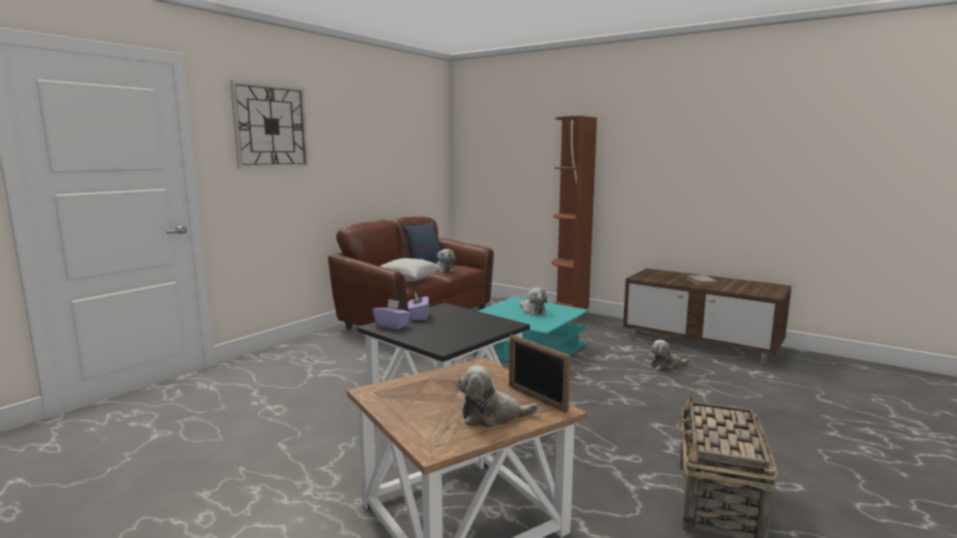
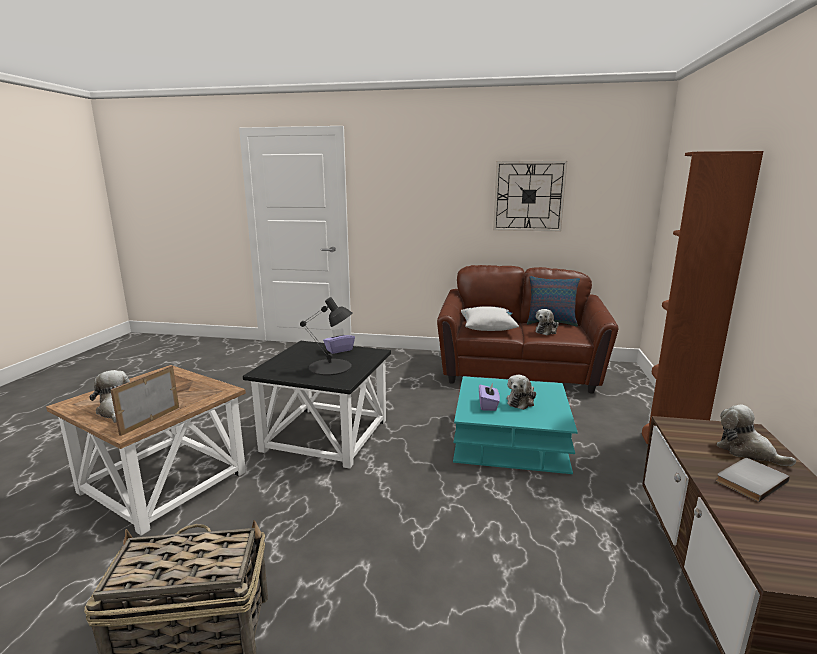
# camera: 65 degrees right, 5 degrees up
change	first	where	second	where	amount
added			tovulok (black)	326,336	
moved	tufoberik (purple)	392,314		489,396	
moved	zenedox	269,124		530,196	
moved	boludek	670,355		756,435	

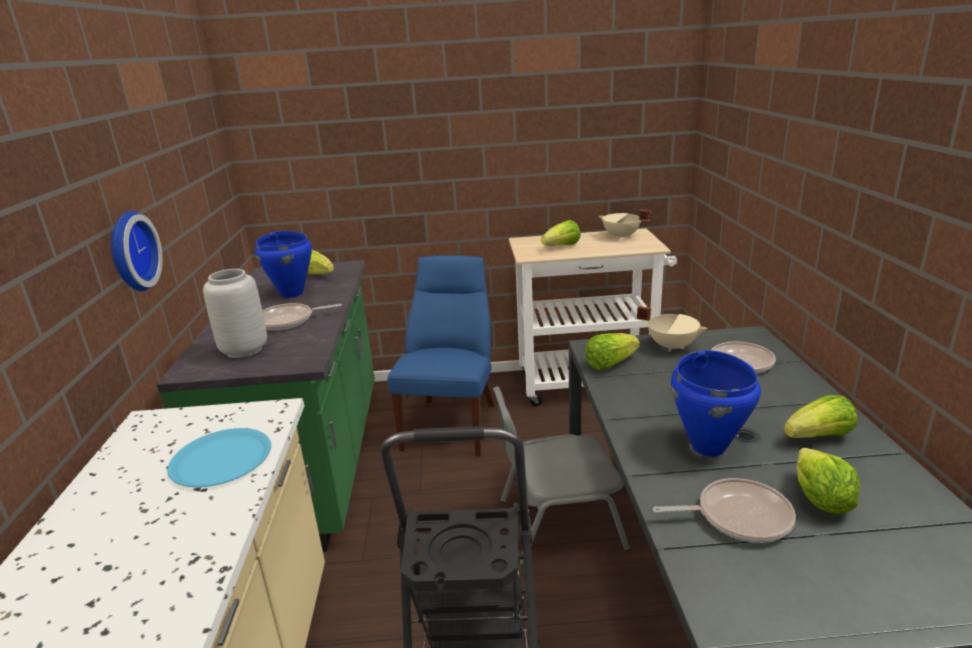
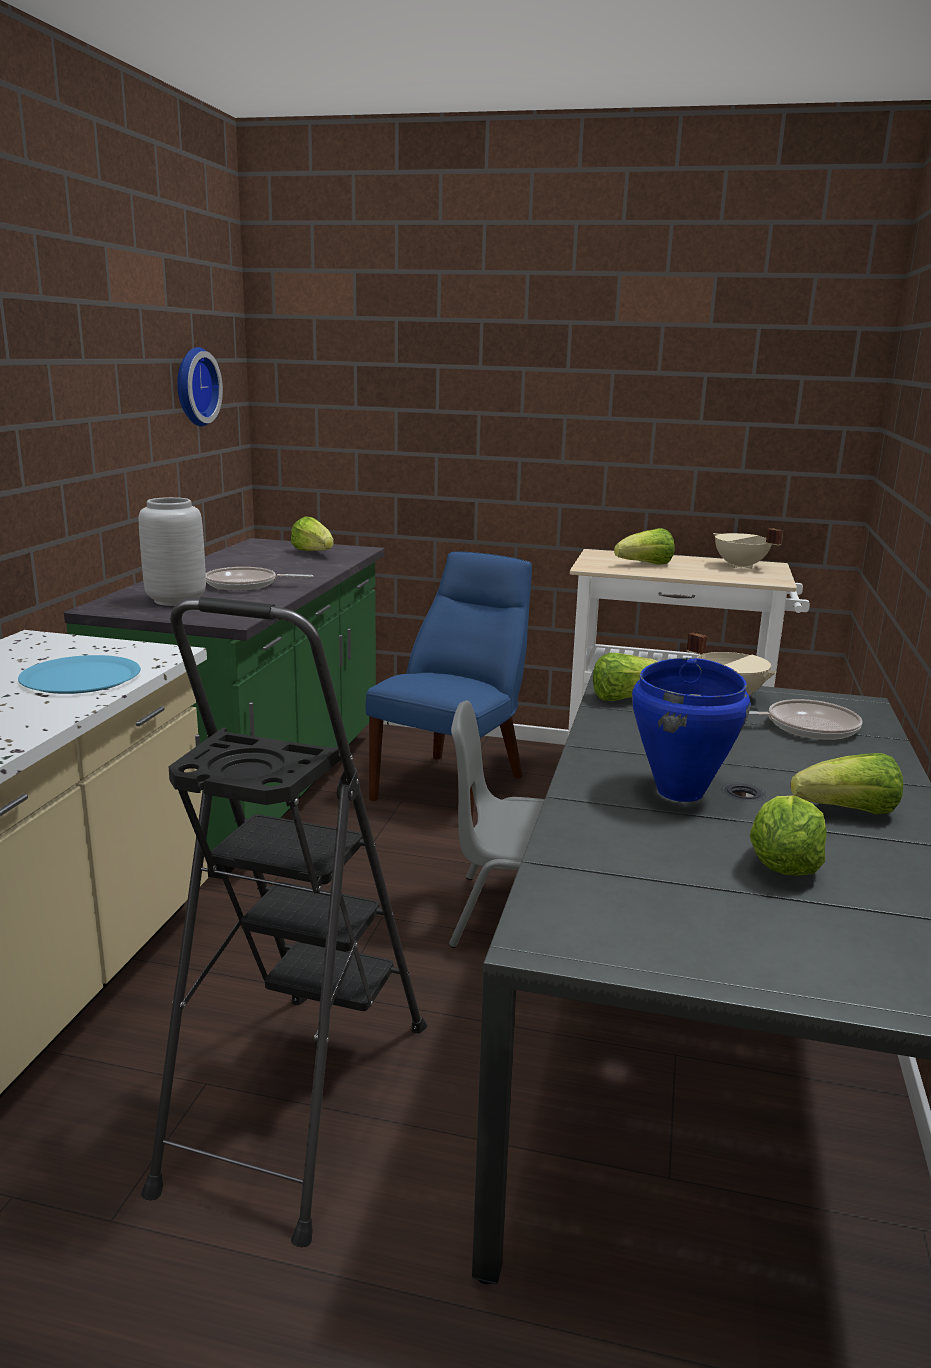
# camera: 15 degrees right, 5 degrees down
change	first	where	second	where	amount
moved	zenedox	137,251		200,387	
removed	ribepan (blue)	283,264			
removed	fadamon	724,510			

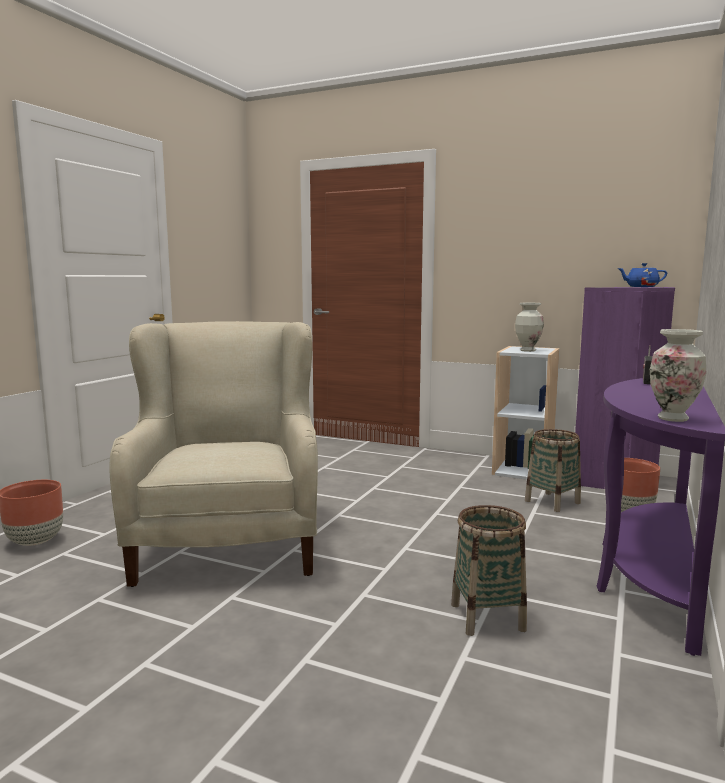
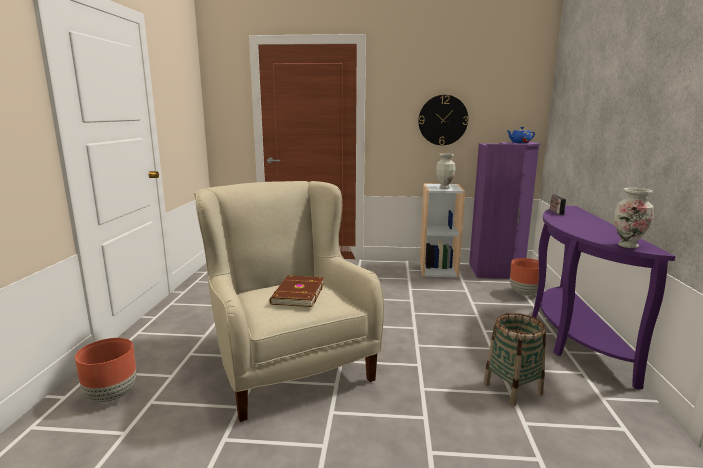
# camera: 20 degrees left, 5 degrees up
change	first	where	second	where	amount
added			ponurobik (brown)	297,291	
added			zenedox	443,120	
removed	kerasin	553,470			

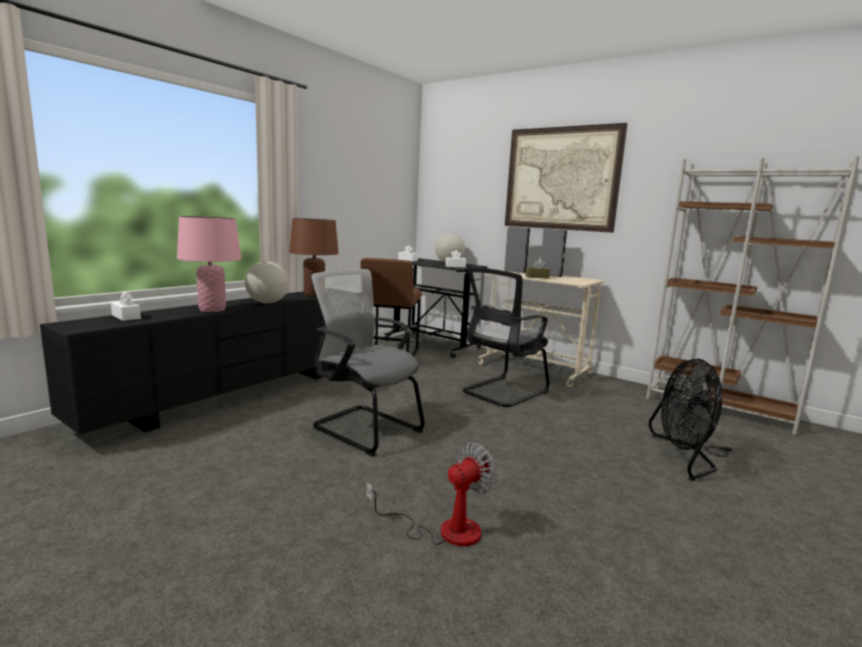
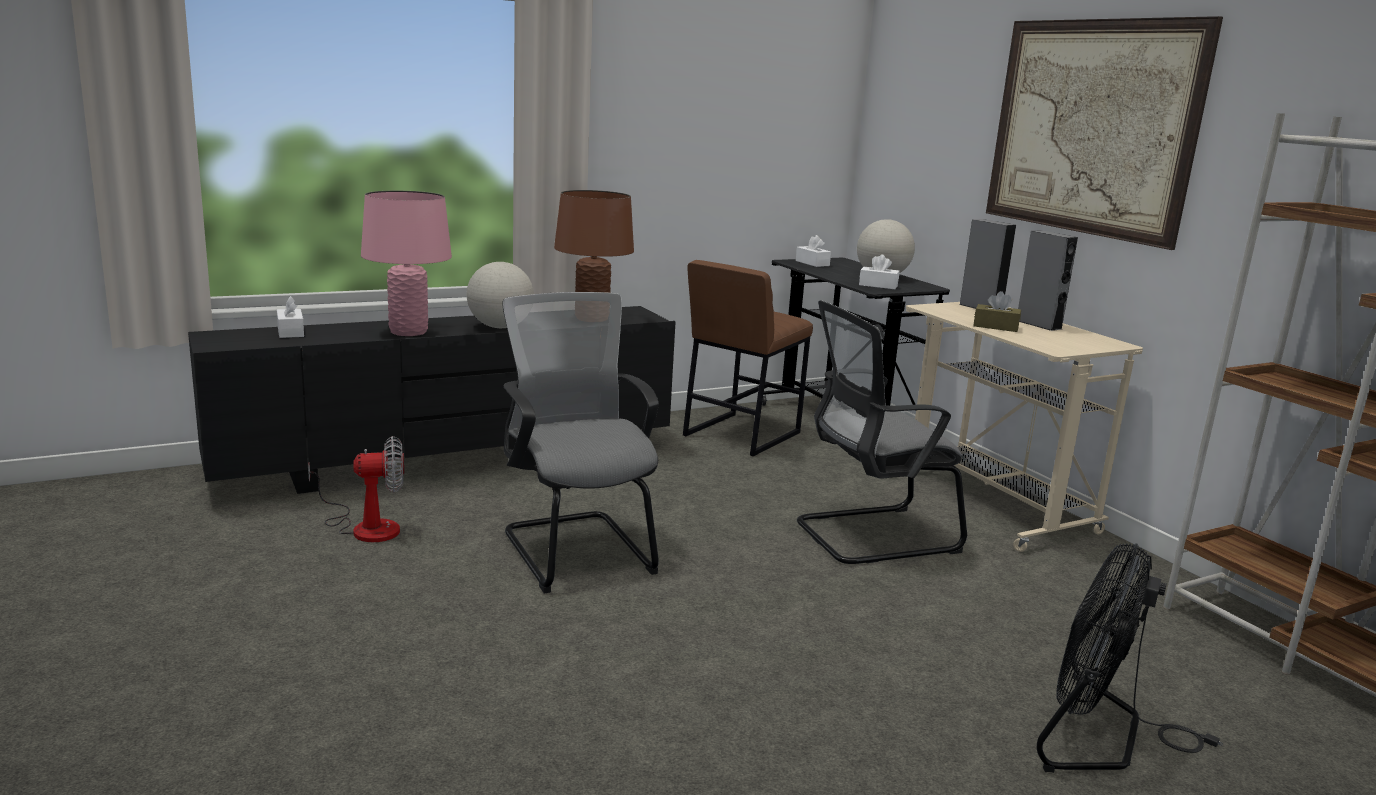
# camera: 25 degrees right, 5 degrees up
change	first	where	second	where	amount
moved	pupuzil	432,494		356,489	

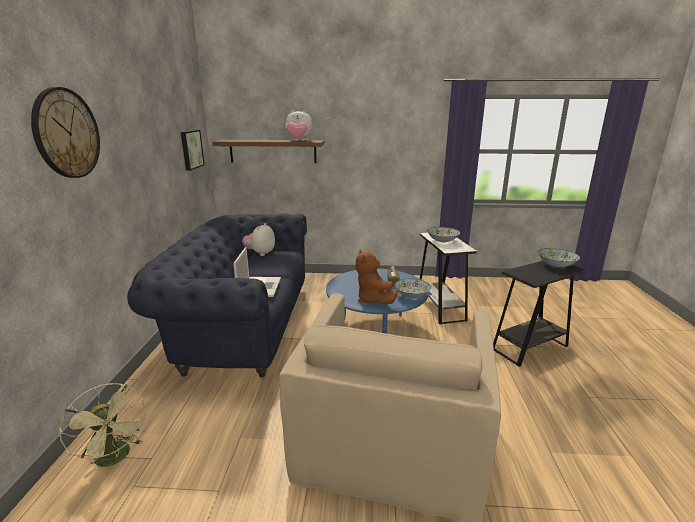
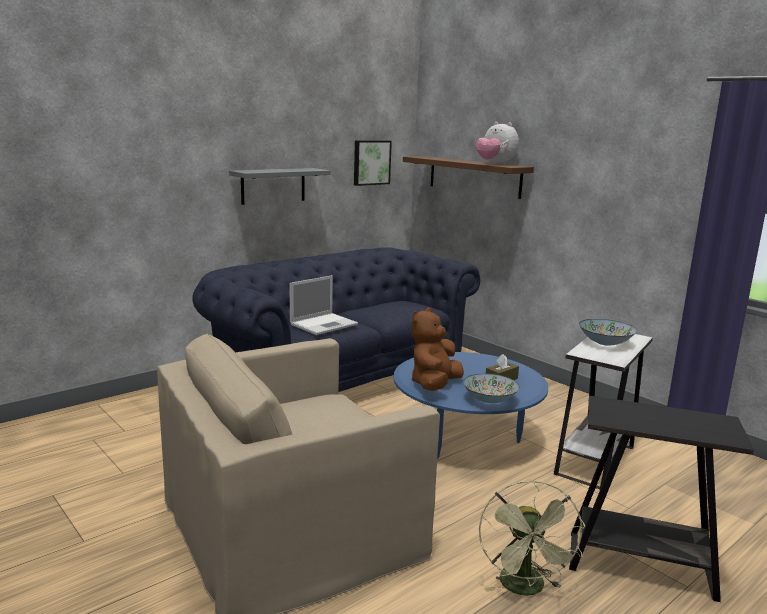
# camera: 45 degrees right, 5 degrees down
change	first	where	second	where	amount
added			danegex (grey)	280,186	
moved	pupuzil (green)	103,430		532,538	
removed	zenedox	65,132			
removed	boludek	258,239			
removed	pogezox	559,257			

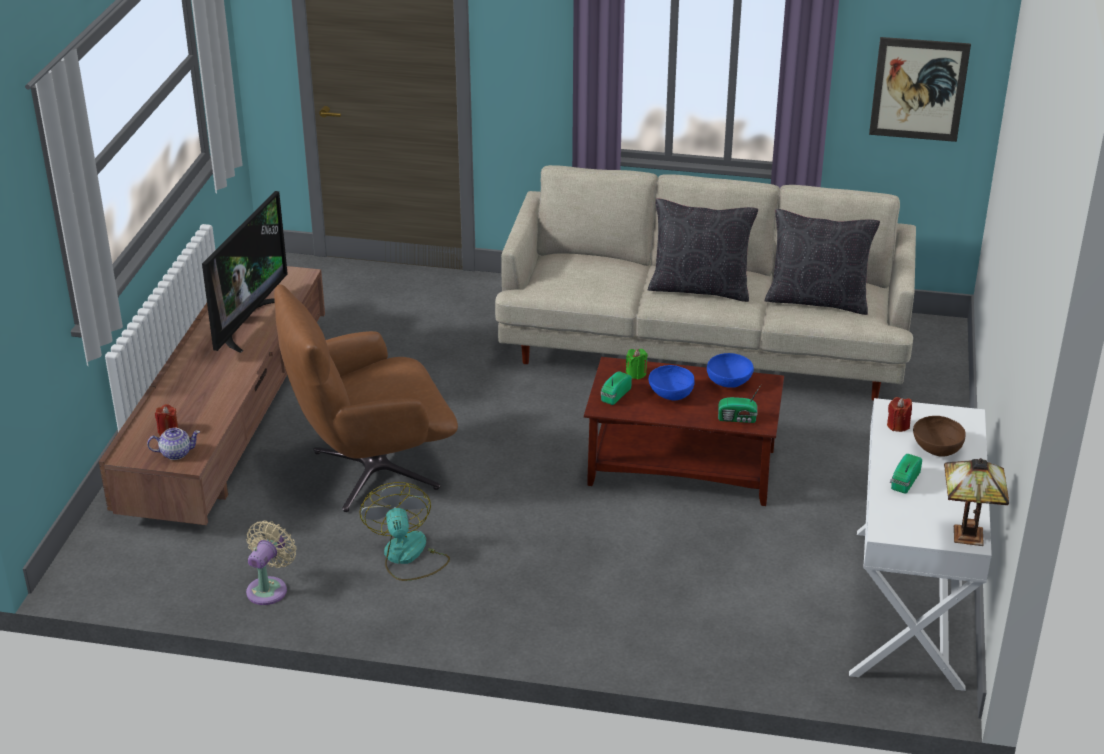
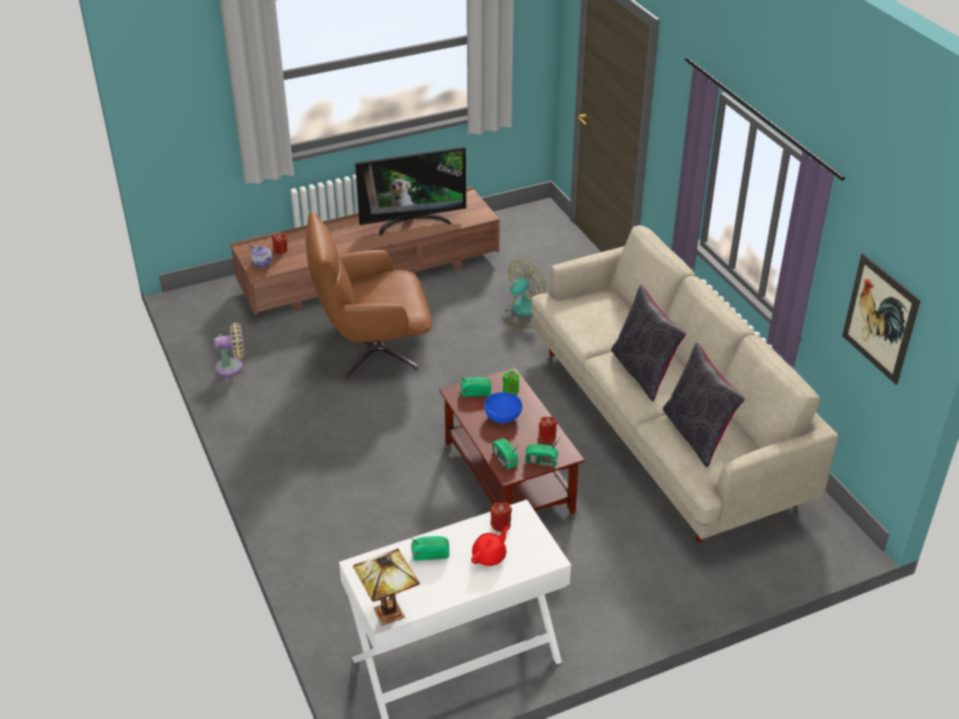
# camera: 55 degrees right, 5 degrees up
change	first	where	second	where	amount
turned	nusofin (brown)	366,398		369,295	45 degrees counterclockwise
replaced	pogezox (brown)	939,436	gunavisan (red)	490,546	
moved	pupuzil	404,531		523,294	
added			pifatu	542,452	
replaced	pogezox (blue)	730,370	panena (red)	547,429	

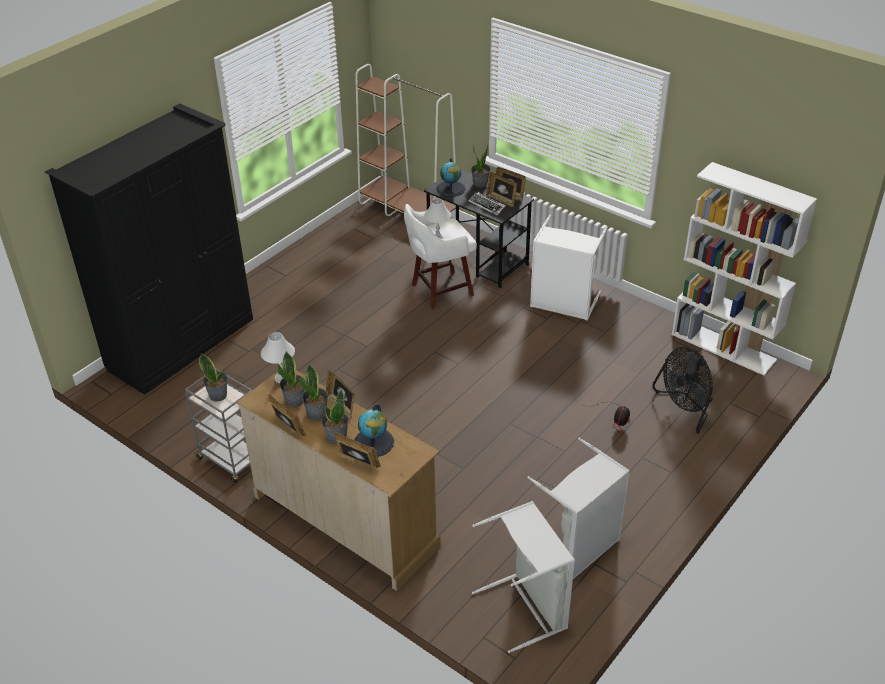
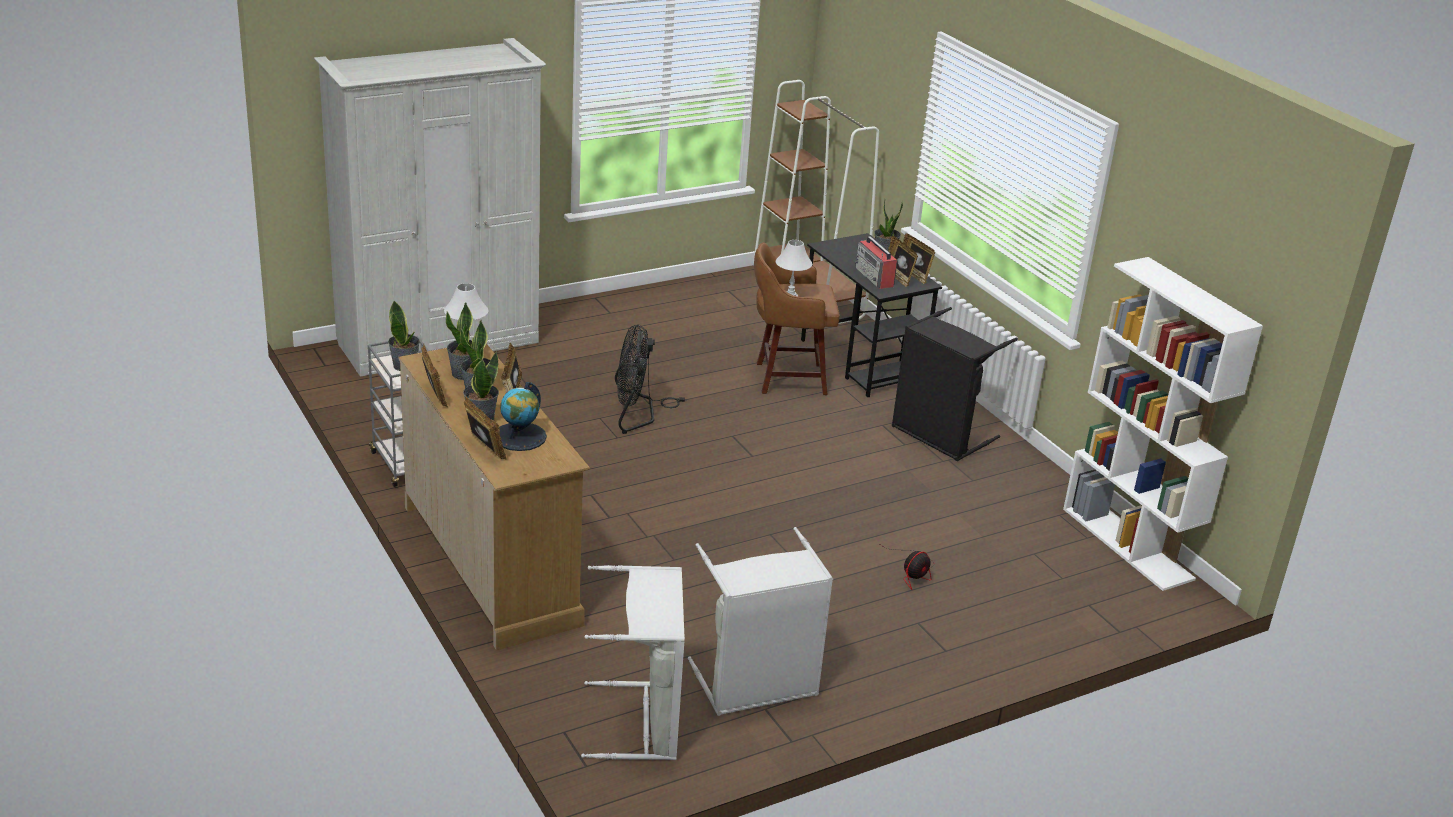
# camera: 20 degrees right, 10 degrees down
change	first	where	second	where	amount
recoloured	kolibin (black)	149,249	kolibin (white)	430,207	
moved	pupuzil (black)	683,390		651,379	
recoloured	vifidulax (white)	440,256	vifidulax (brown)	797,318	
replaced	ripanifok	487,203	pifatu	876,262	
recoloured	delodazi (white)	569,267	delodazi (black)	955,384	
removed	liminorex	450,177			

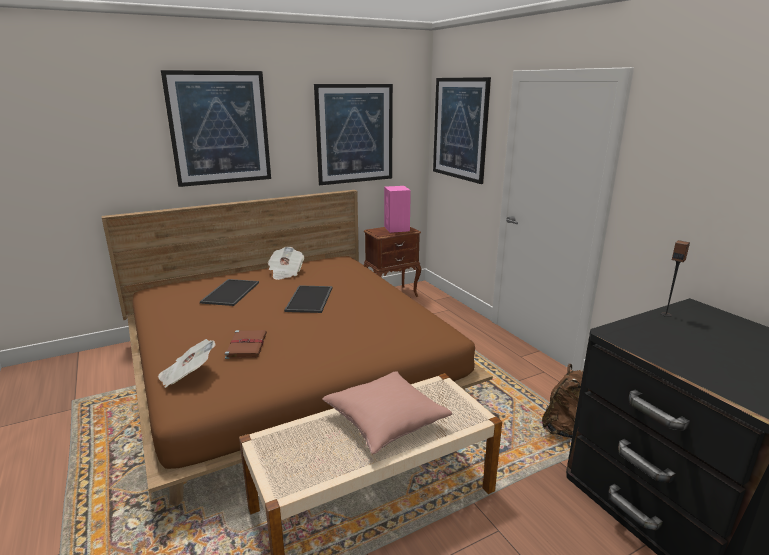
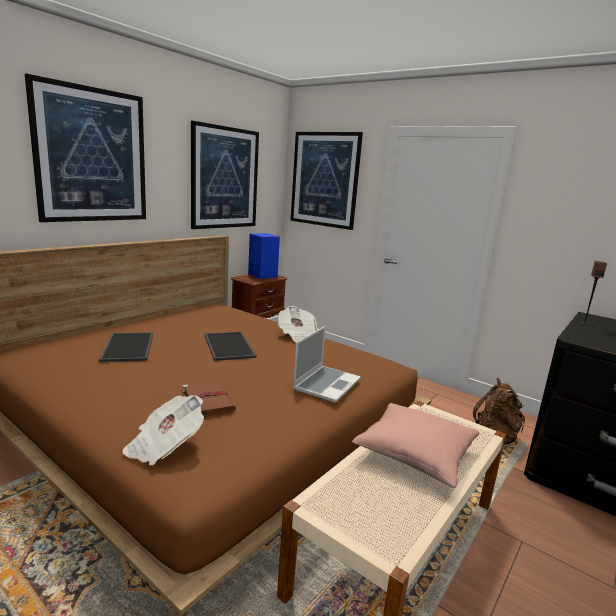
# camera: 25 degrees left, 5 degrees down
change	first	where	second	where	amount
recoloured	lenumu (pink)	397,209	lenumu (blue)	264,256	
moved	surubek	286,263		298,324	
added			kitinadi	327,364	

